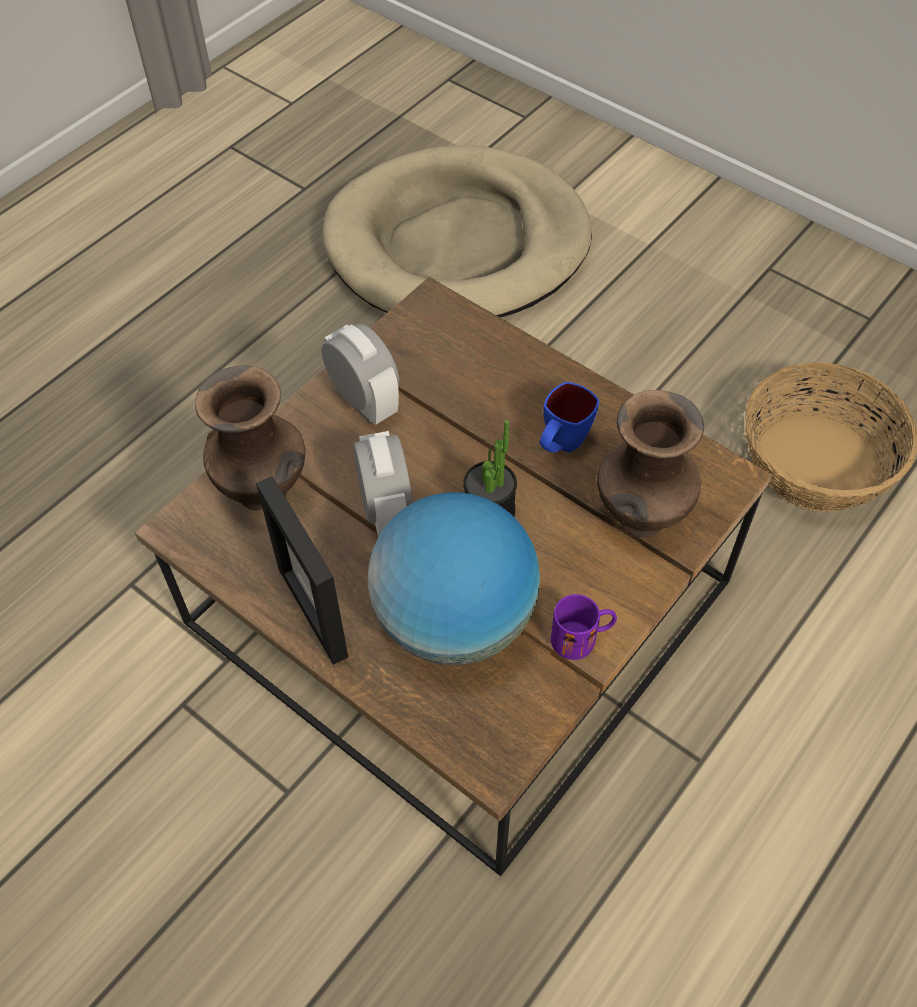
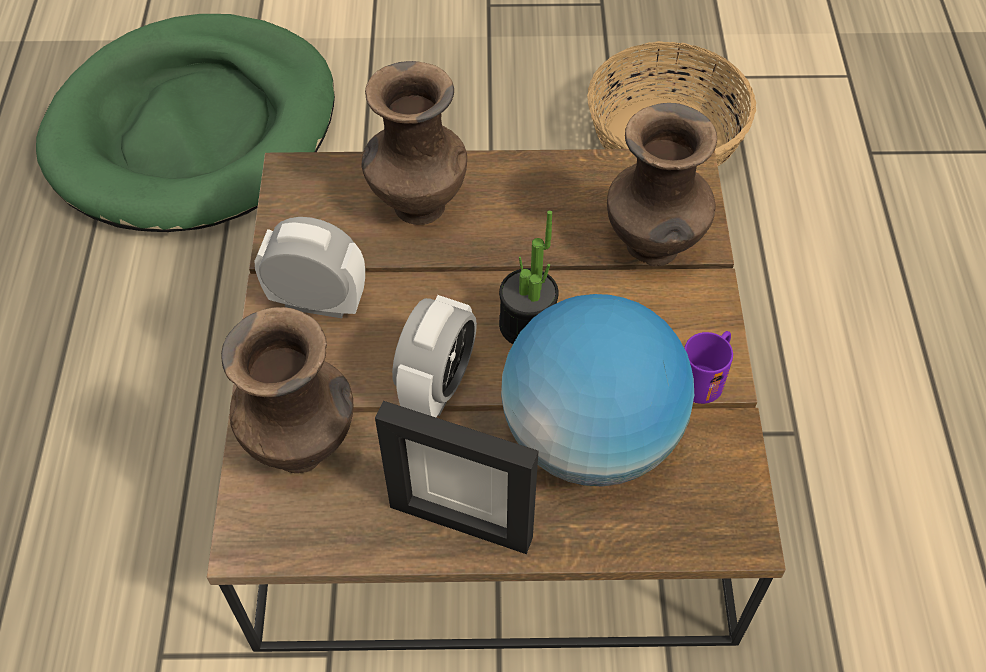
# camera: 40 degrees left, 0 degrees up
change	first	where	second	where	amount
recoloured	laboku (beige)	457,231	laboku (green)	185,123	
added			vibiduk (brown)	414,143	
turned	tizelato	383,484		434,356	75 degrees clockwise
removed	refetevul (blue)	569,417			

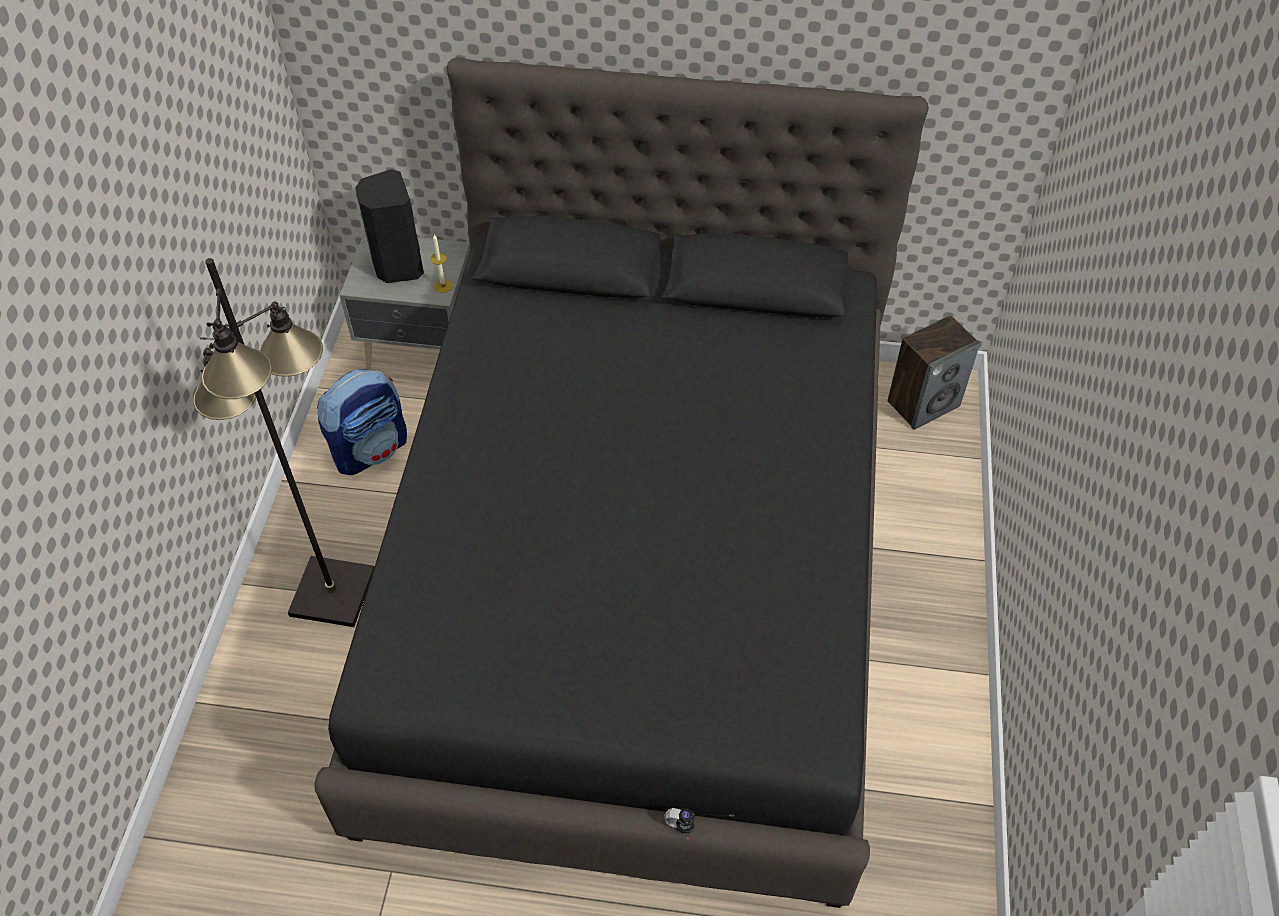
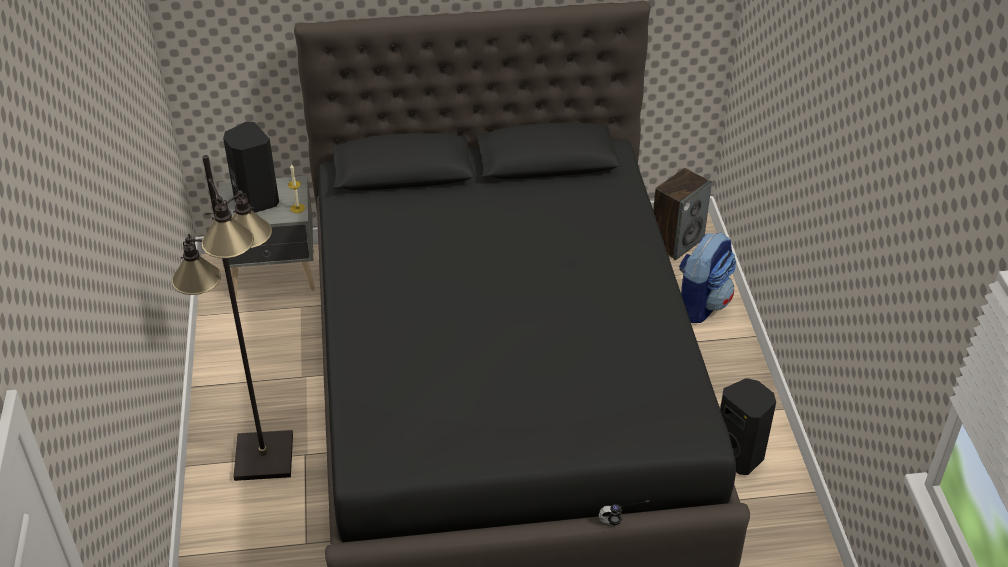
# camera: 15 degrees left, 10 degrees down
change	first	where	second	where	amount
moved	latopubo	362,422		707,277	
added			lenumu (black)	748,426	

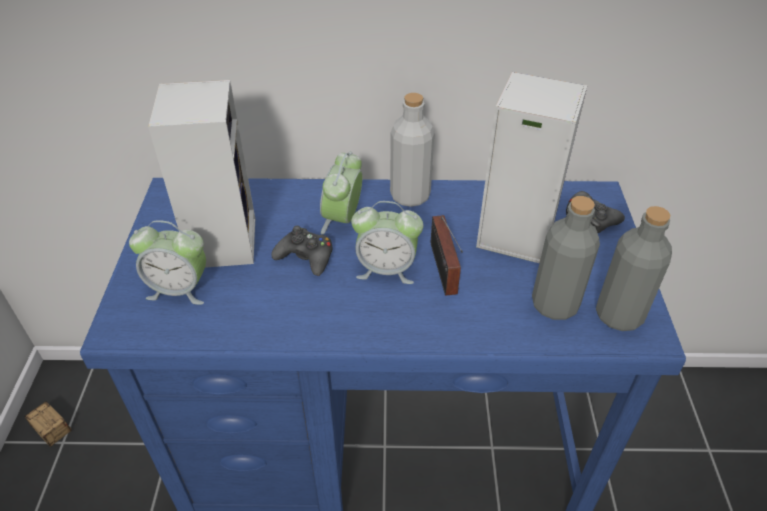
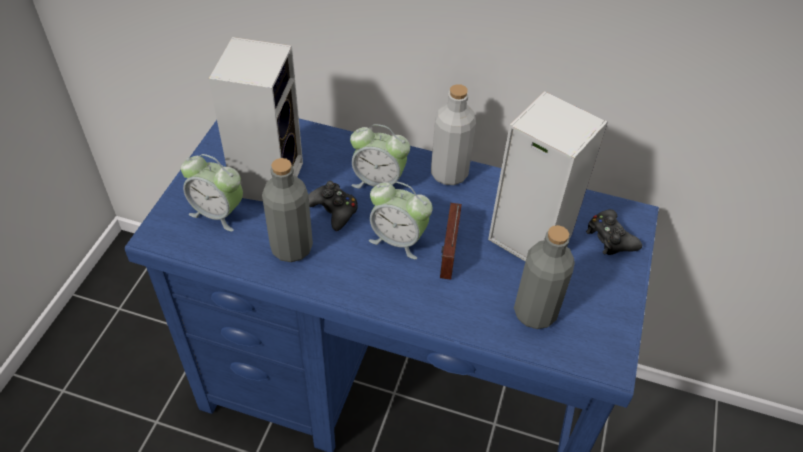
# camera: 15 degrees right, 5 degrees up
change	first	where	second	where	amount
moved	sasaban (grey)	634,268		287,210	
turned	tizelato	341,193		380,156	105 degrees counterclockwise
removed	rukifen	50,424			

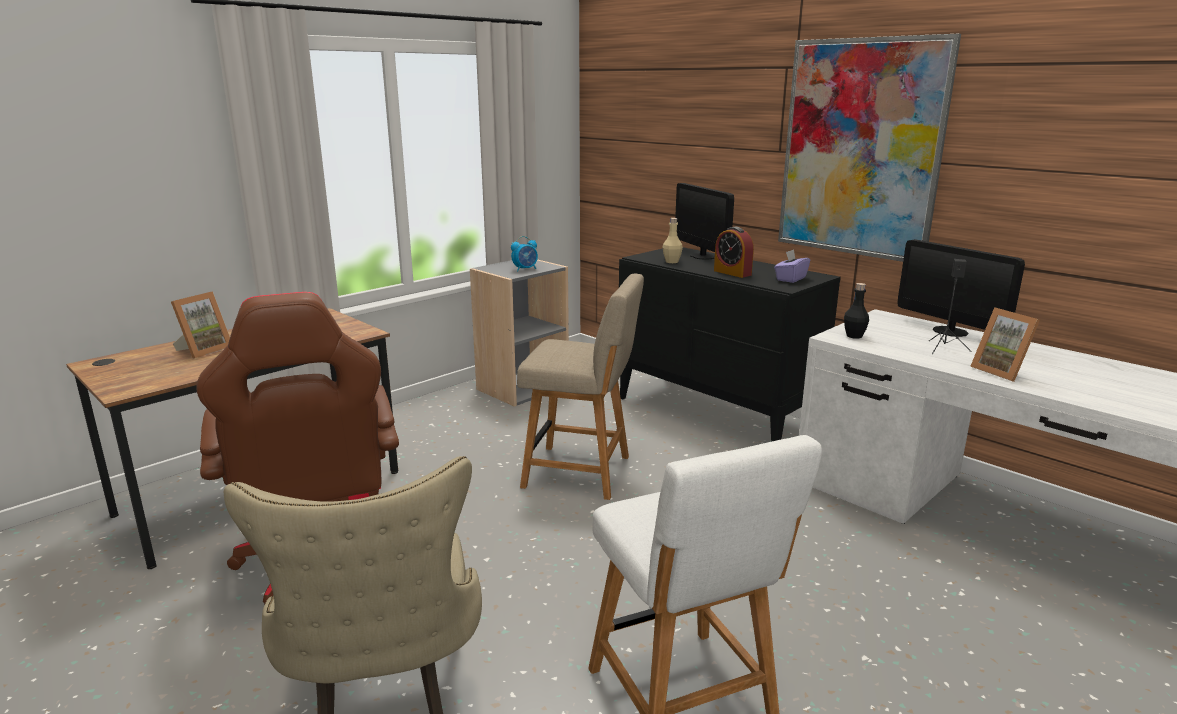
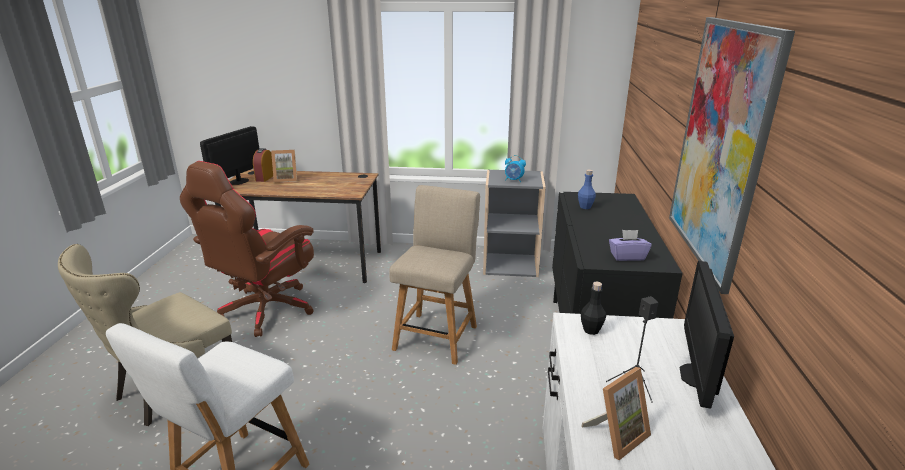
# camera: 50 degrees right, 5 degrees up
change	first	where	second	where	amount
moved	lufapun	704,221		230,155	
moved	tizelato	734,252		263,165	
turned	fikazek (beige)	580,387		434,275	135 degrees counterclockwise
recoloured	sasaban (beige)	673,240	sasaban (blue)	587,189	
turned	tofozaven	1005,344		616,413	150 degrees counterclockwise

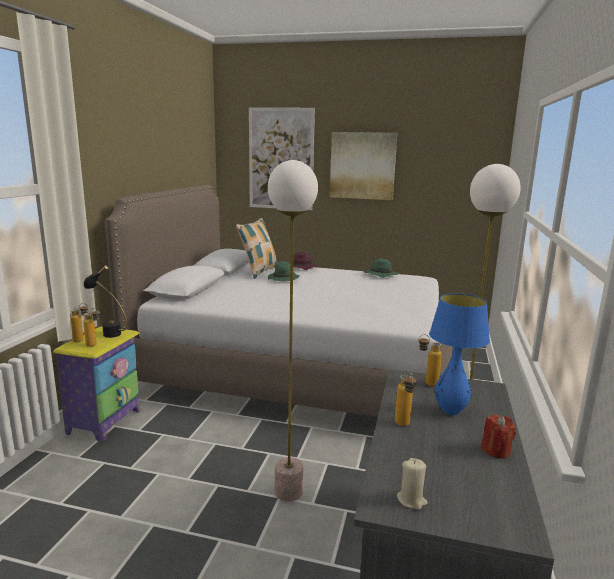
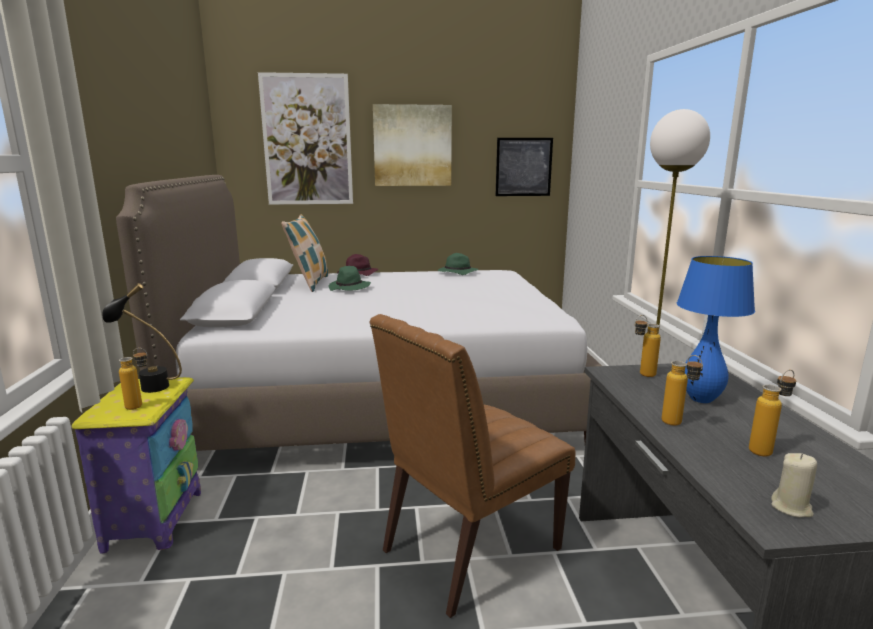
# camera: 20 degrees left, 0 degrees up
change	first	where	second	where	amount
replaced	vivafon	293,330	fikazek (brown)	473,466	
added			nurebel	524,167	
moved	sasaban	79,322		772,413	
removed	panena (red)	498,436			

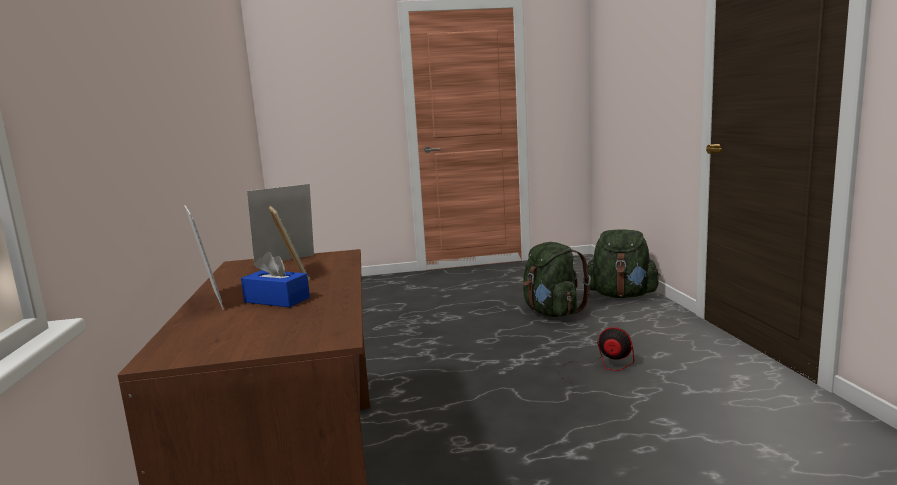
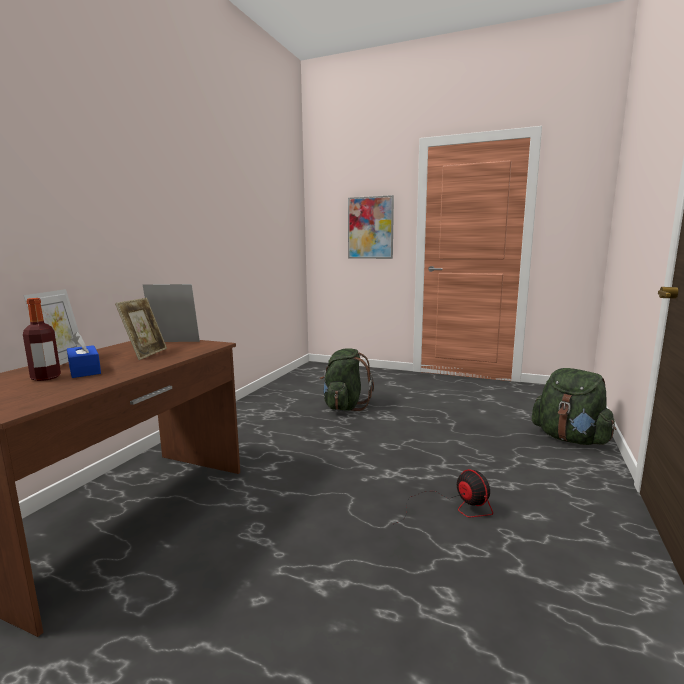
# camera: 30 degrees right, 0 degrees up
change	first	where	second	where	amount
added			sasaban	42,339	
moved	latopubo (green)	557,279		346,379	
added			nurebel	371,227	

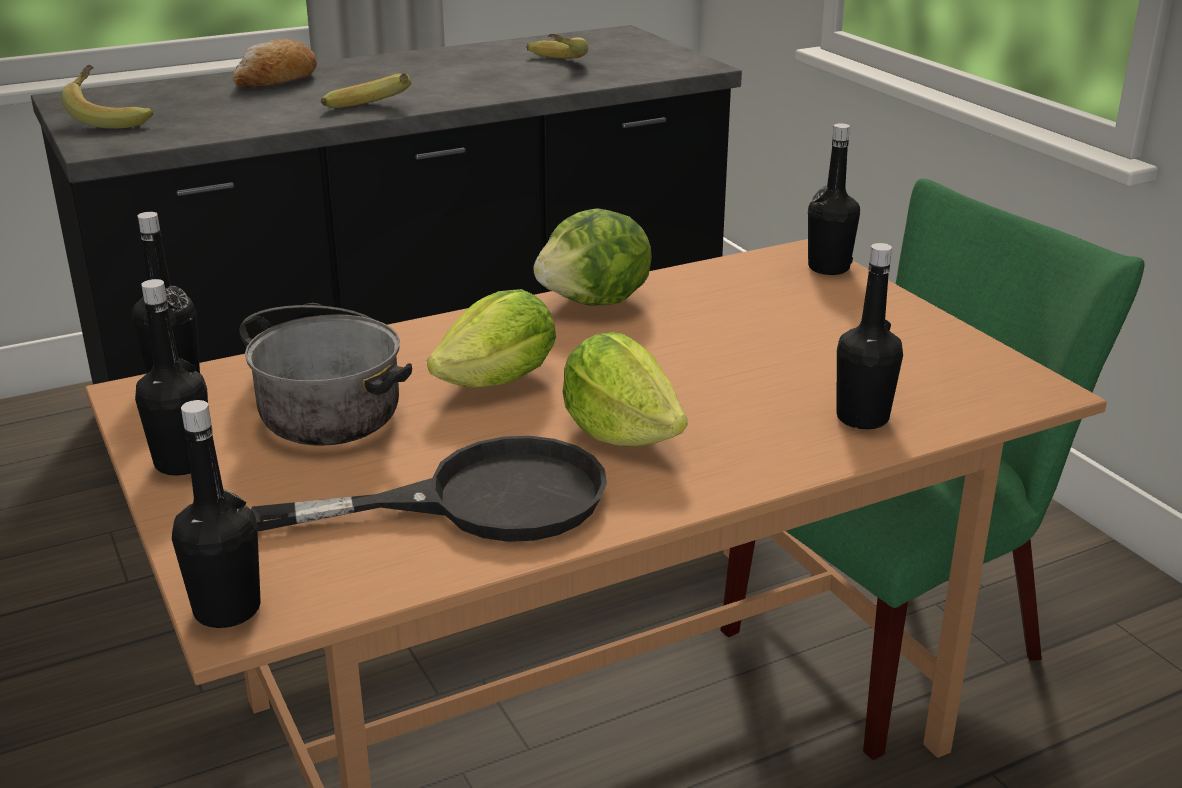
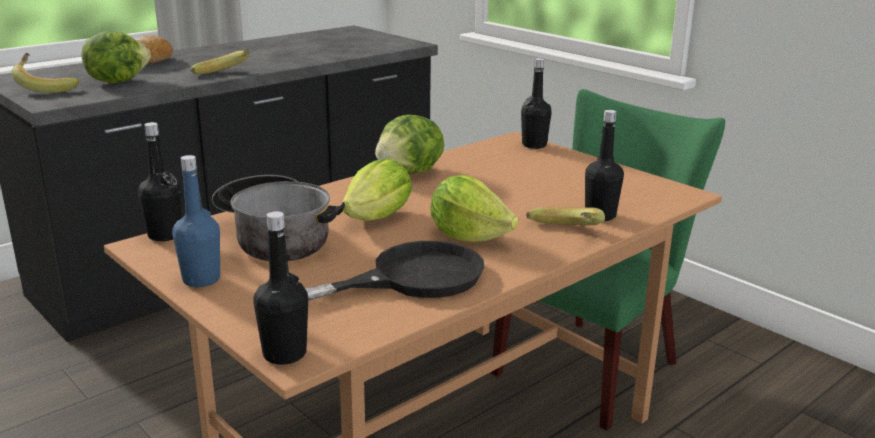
# camera: 15 degrees left, 5 degrees down
change	first	where	second	where	amount
added			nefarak	116,57	
recoloured	sasaban (black)	171,377	sasaban (blue)	196,221	
moved	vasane	557,46		565,216	

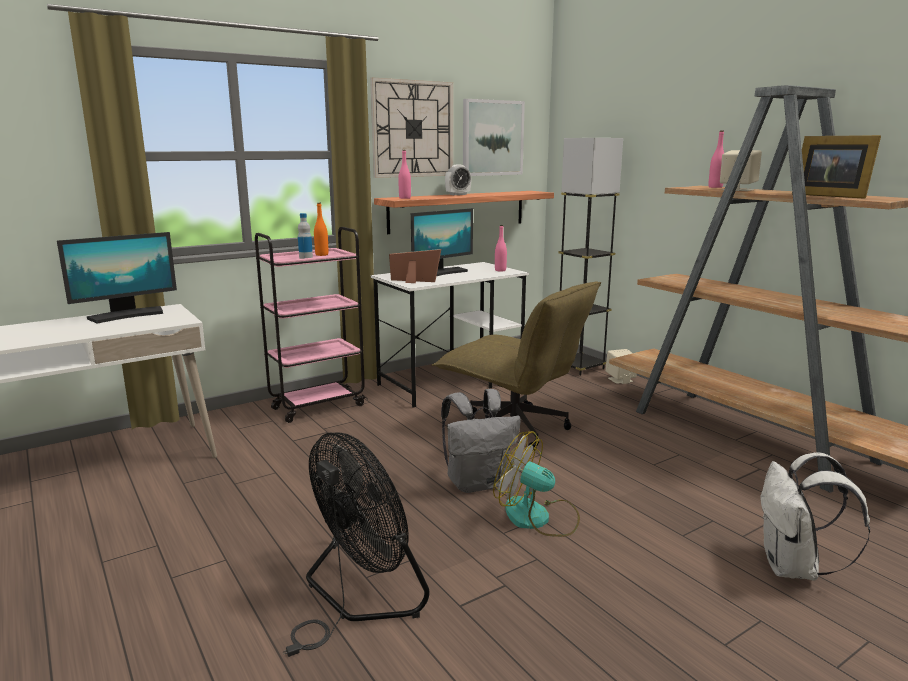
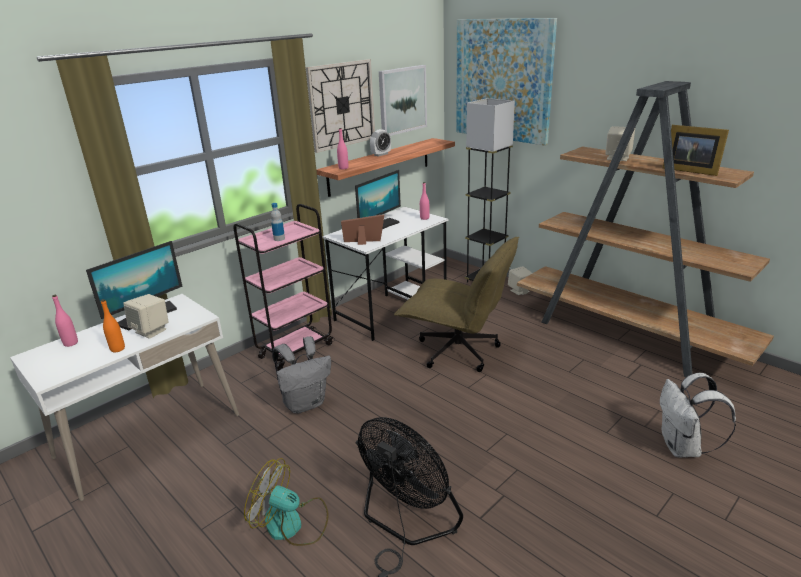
# camera: 10 degrees left, 10 degrees up
change	first	where	second	where	amount
moved	sasaban (pink)	716,159		65,321	
moved	sasaban (orange)	321,229		113,325	
added			lenumu (beige)	145,316	
moved	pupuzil	536,484		286,502	
moved	latopubo (grey)	481,441		301,375	
added			nurebel	506,82	

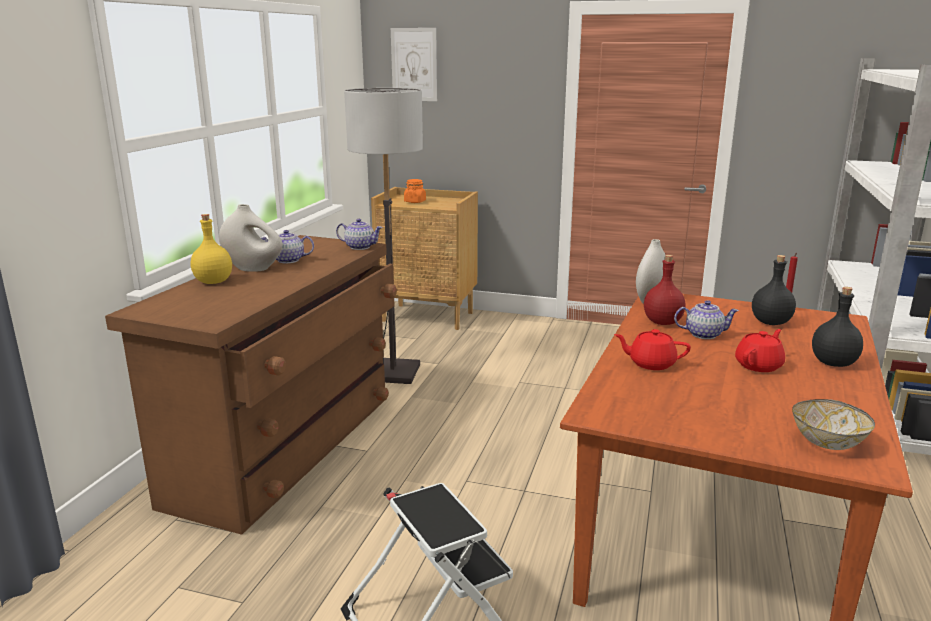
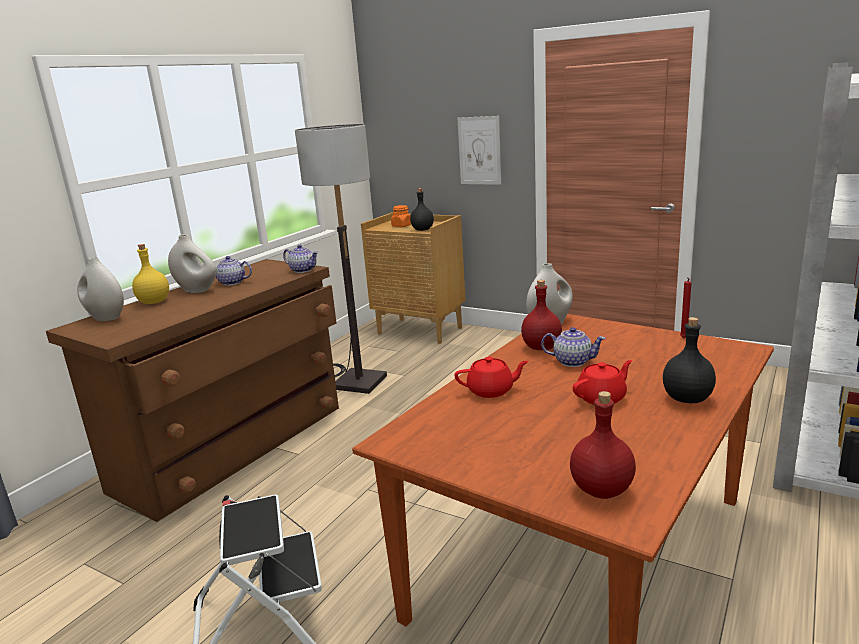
# camera: 15 degrees right, 0 degrees up
change	first	where	second	where	amount
added			vibiduk (white)	100,289	
moved	sasaban (black)	774,290		422,209	
turned	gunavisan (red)	652,349		491,377	150 degrees clockwise
moved	nurebel	414,64		479,150	
replaced	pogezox	833,424	sasaban (red)	603,445	

